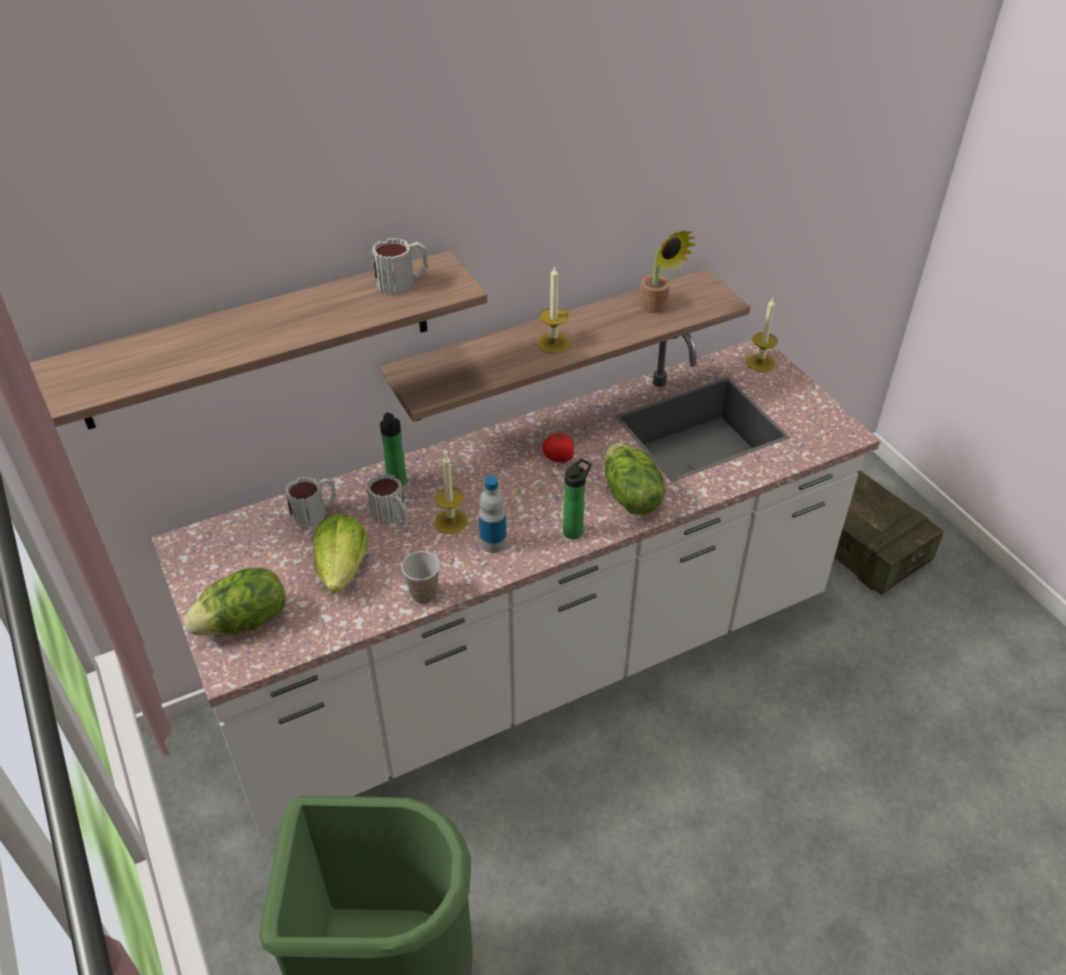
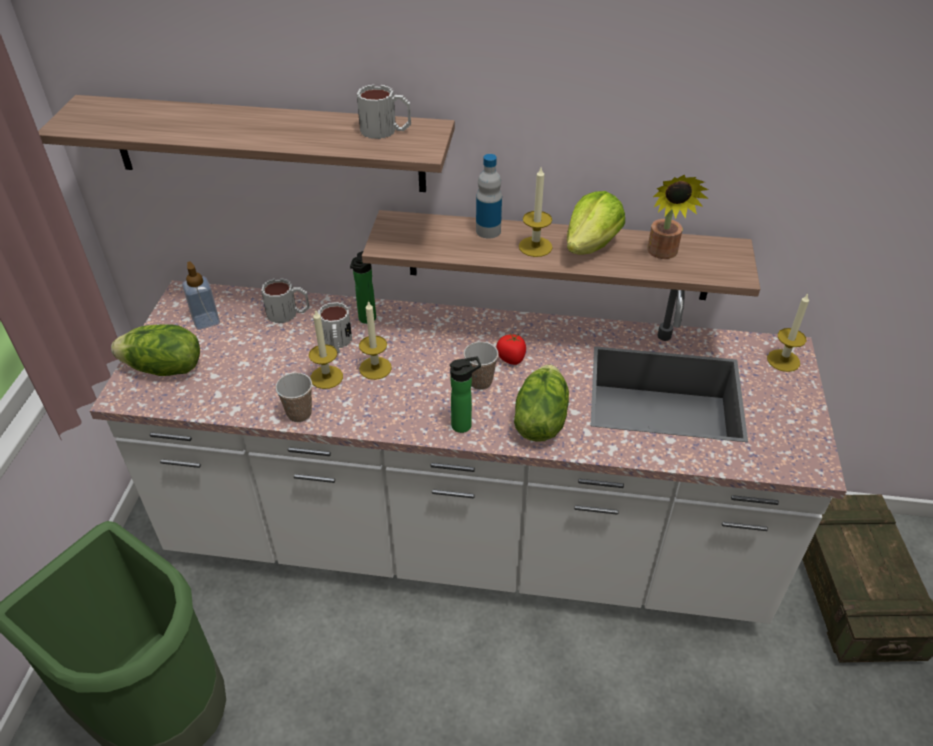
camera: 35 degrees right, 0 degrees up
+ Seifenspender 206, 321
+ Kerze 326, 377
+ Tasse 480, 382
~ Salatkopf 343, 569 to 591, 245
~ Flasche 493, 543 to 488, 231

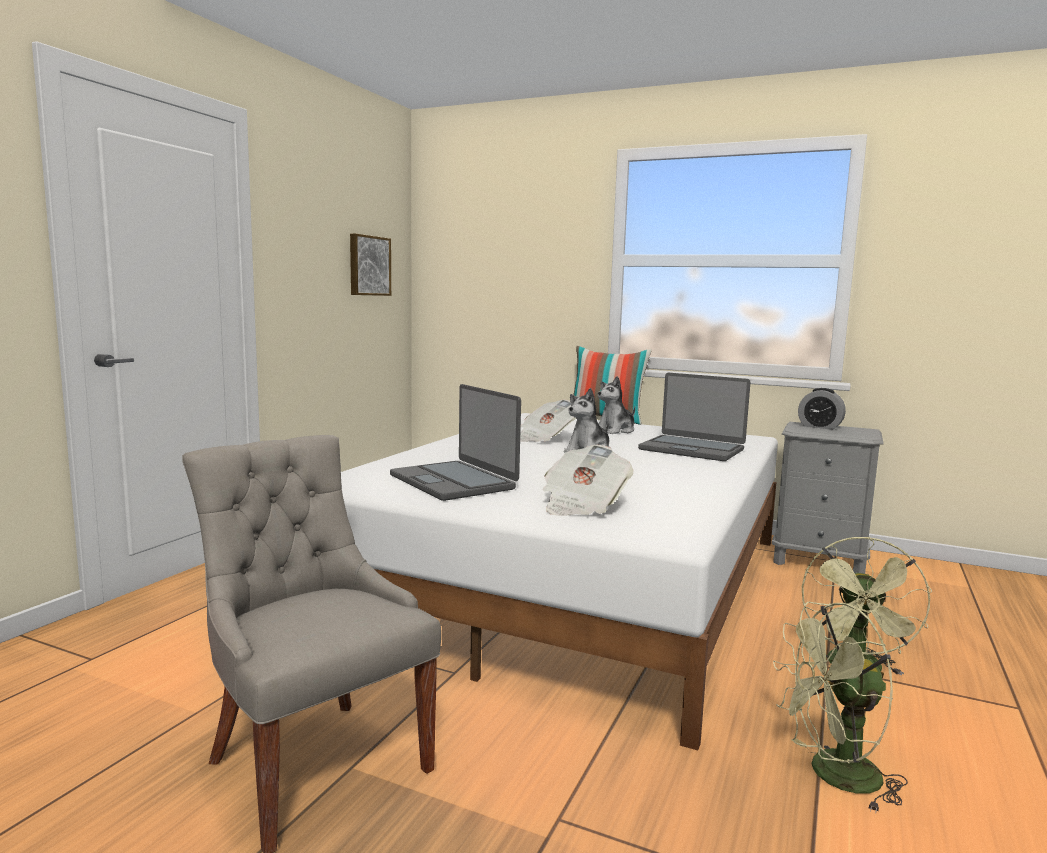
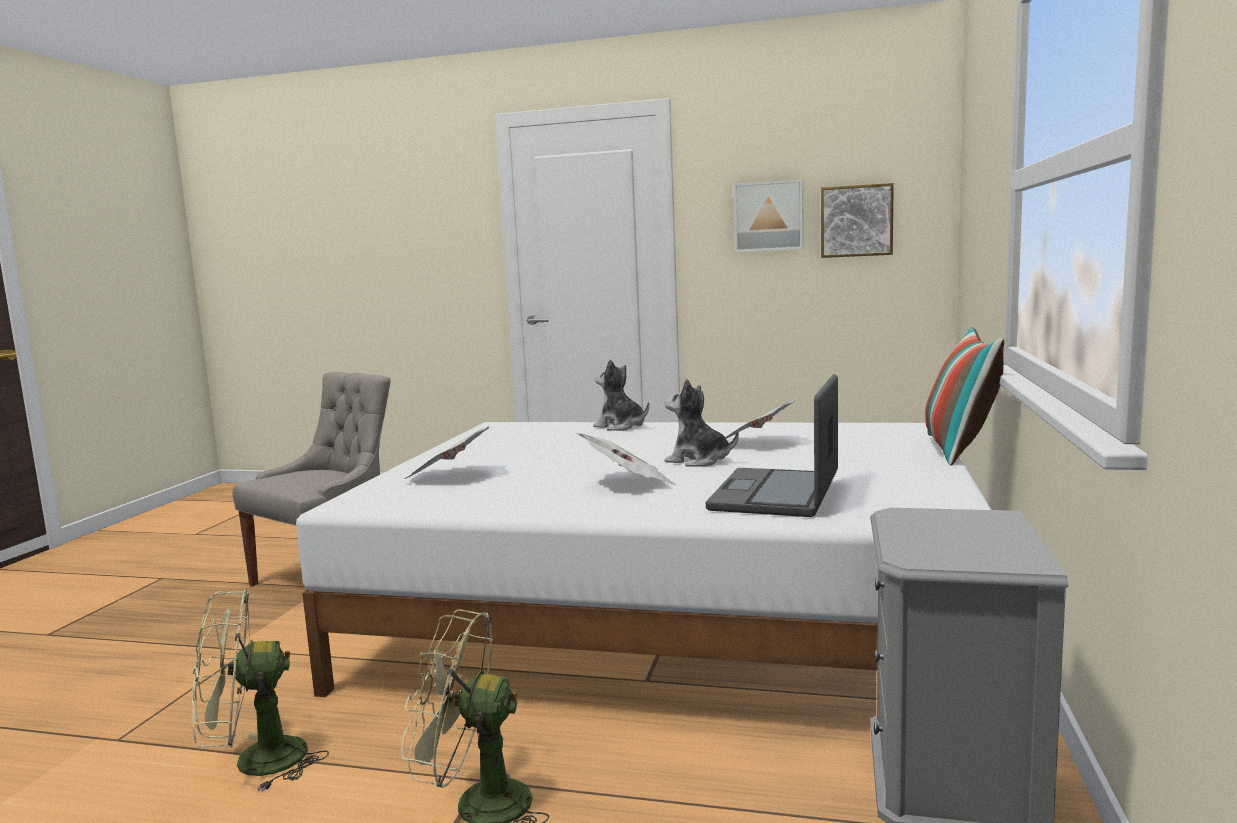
camera: 80 degrees right, 0 degrees up
- Laptop 454, 482
- Wecker 820, 427
+ Zeitung 628, 484
+ Bild 768, 216
~ Plüschtier 616, 430 to 620, 427
~ Ventilator [grün] 833, 776 = 255, 763 90 degrees counterclockwise

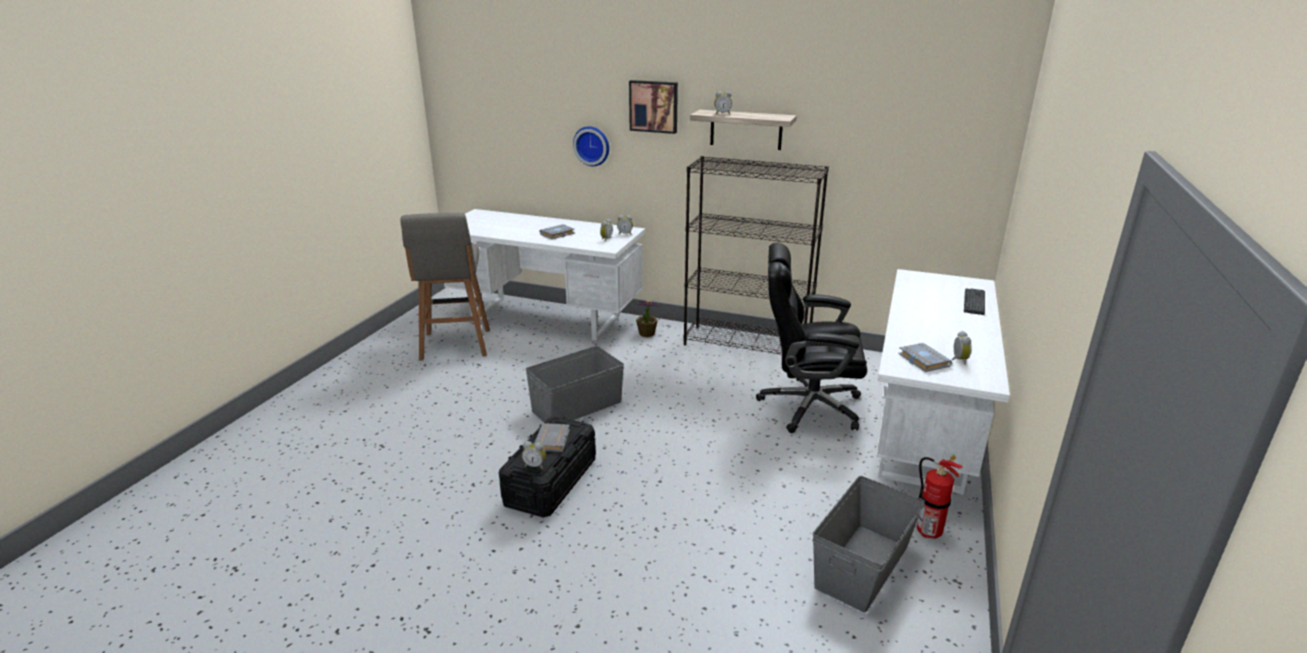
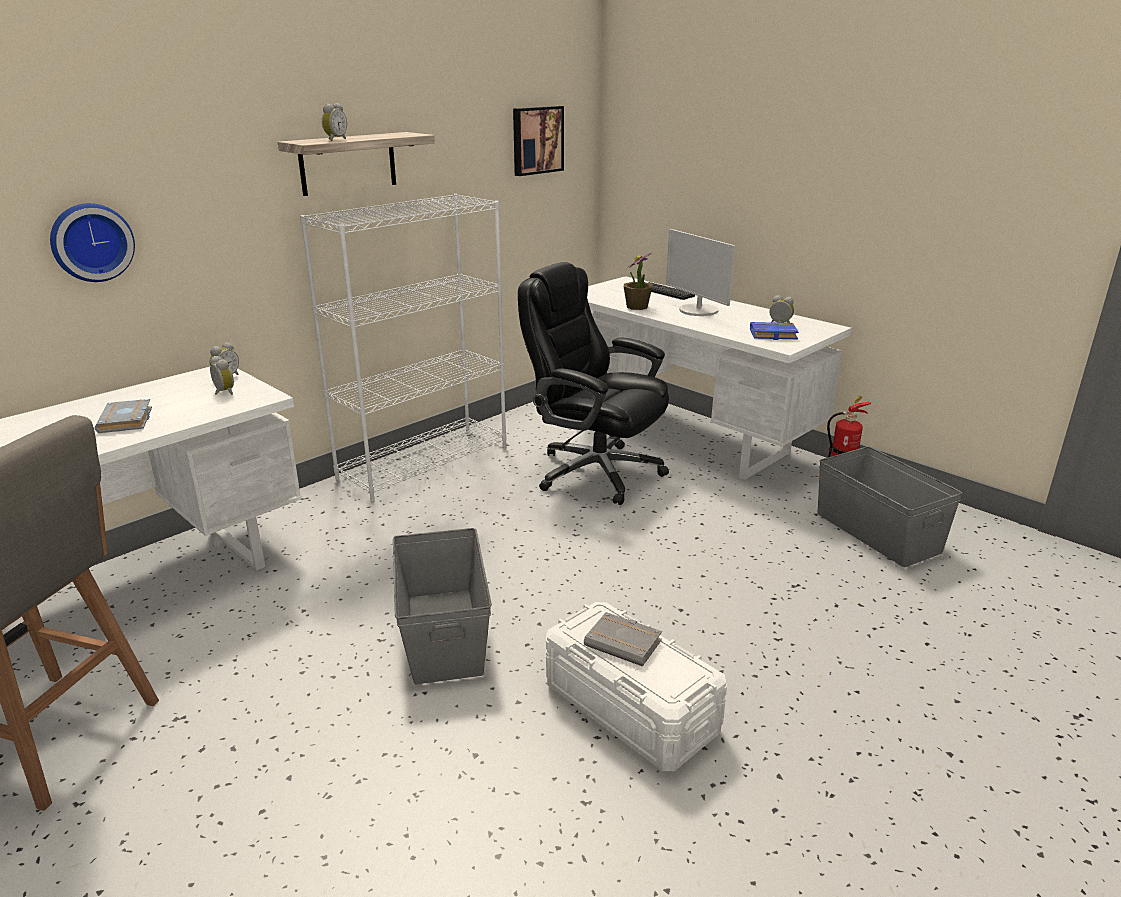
camera: 65 degrees left, 0 degrees up
- Wecker 535, 466
+ Monitor 698, 310
~ Bild 654, 106 to 536, 140
~ Topfpflanze 646, 333 to 637, 307
~ Aufbewahrungsbox [schwarz] 551, 482 to Aufbewahrungsbox [weiß] 630, 707
~ Bücherregal [schwarz] 747, 344 to Bücherregal [weiß] 424, 462
~ Buch [grau] 922, 360 to Buch [blau] 772, 335
~ Bürostuhl [schwarz] 808, 406 = 595, 472 90 degrees clockwise

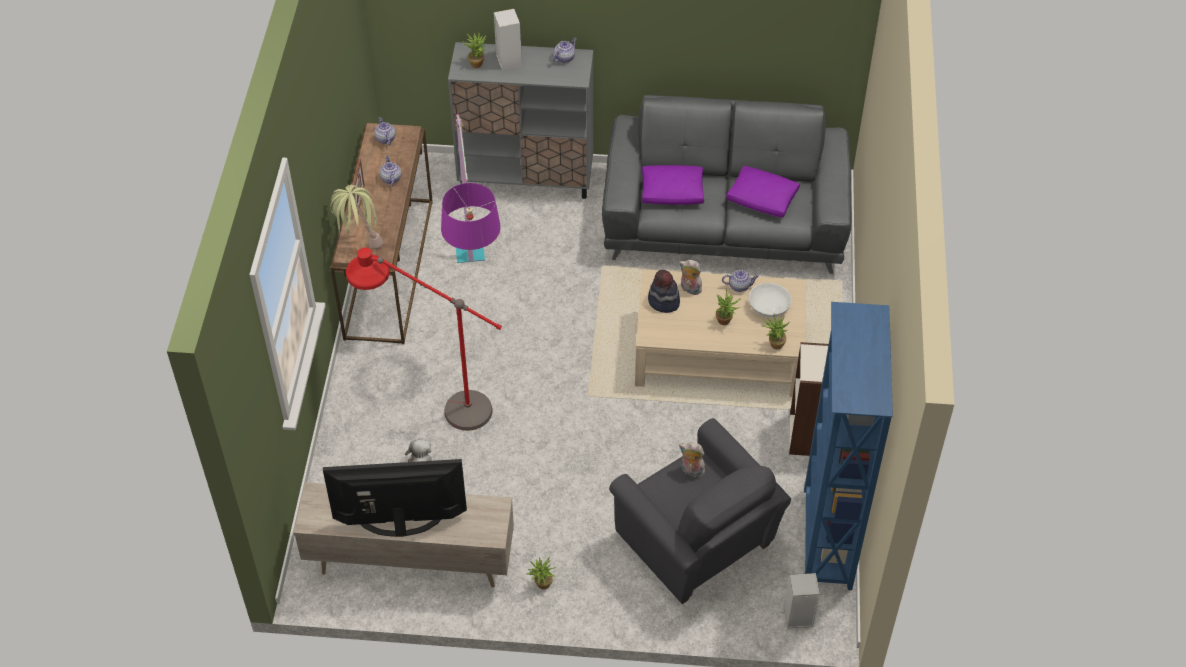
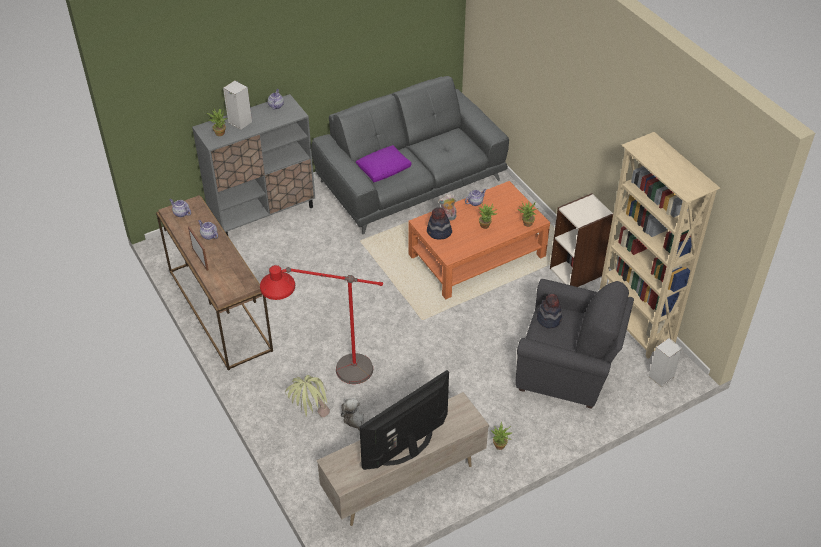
camera: 35 degrees left, 5 degrees down
- Stehlampe 475, 305
- Kissen [lila] 762, 199
- Schüssel [weiß] 769, 307
~ Topfpflanze 359, 243 to 310, 418
~ Plüschtier 691, 471 to Hut 549, 319
~ Couchtisch [beige] 719, 353 to Couchtisch [orange] 477, 255
~ Bücherregal [blau] 826, 539 to Bücherregal [beige] 634, 325

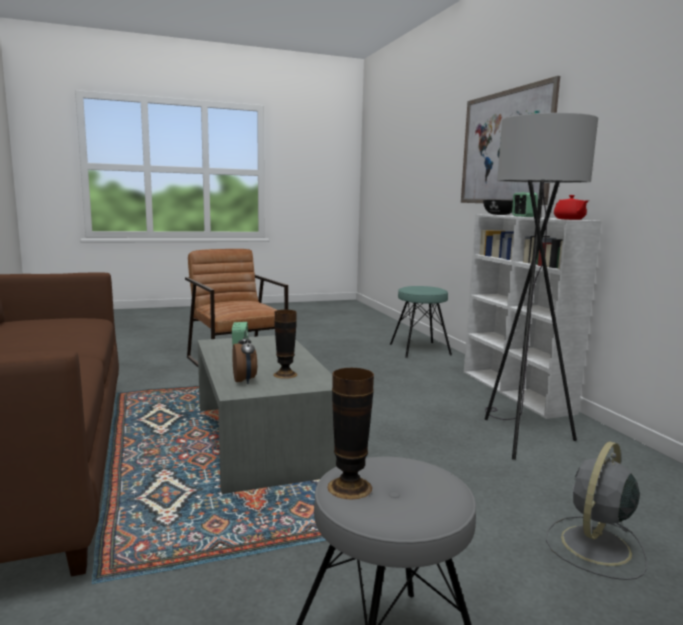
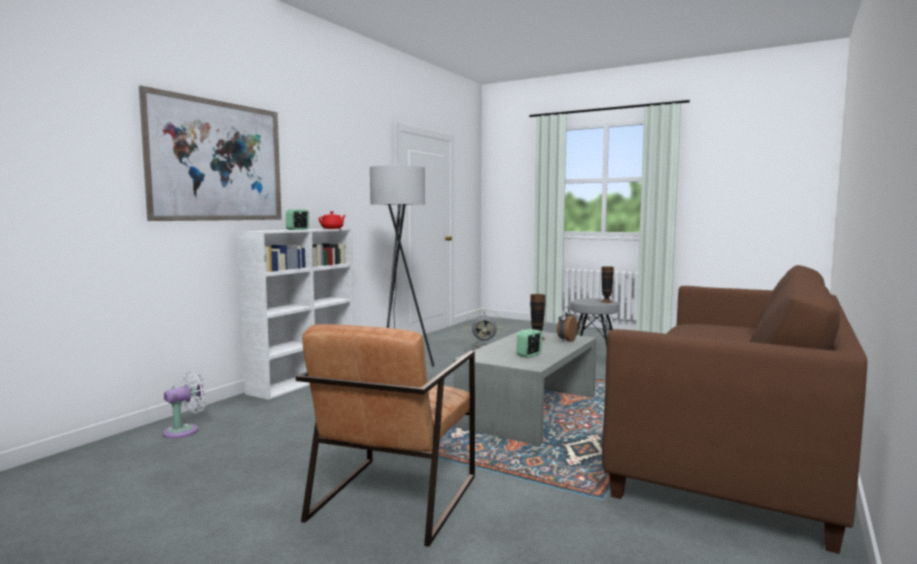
camera: 130 degrees left, 5 degrees down
- Schüssel [schwarz] 499, 214
~ Hocker [türkis] 419, 349 to Ventilator [weiß] 185, 431

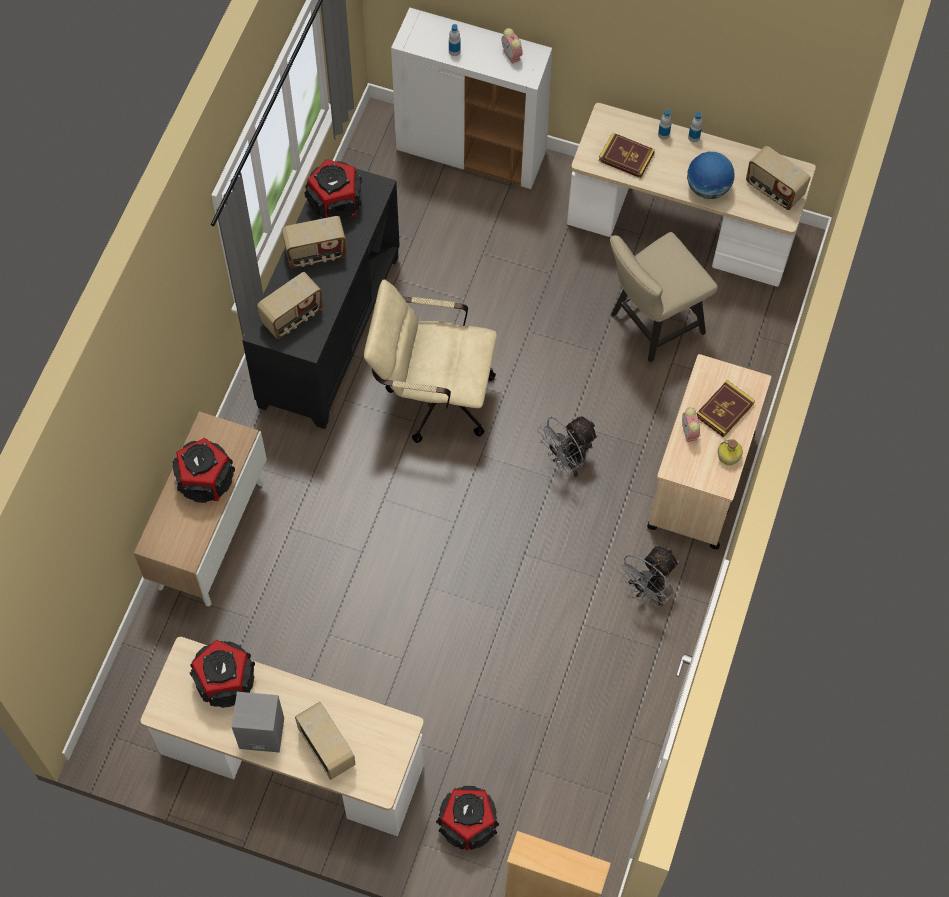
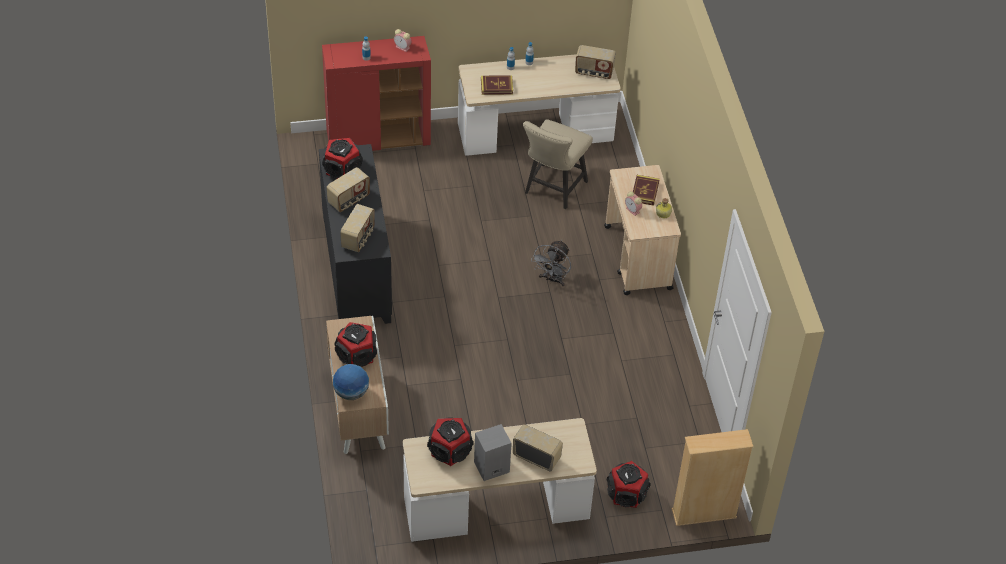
camera: 30 degrees left, 15 degrees down
- Bürostuhl [beige] 432, 395
- Ventilator [grau] 647, 591
~ Globus 708, 188 to 351, 393
~ Schrank [weiß] 472, 151 to Schrank [rot] 378, 138

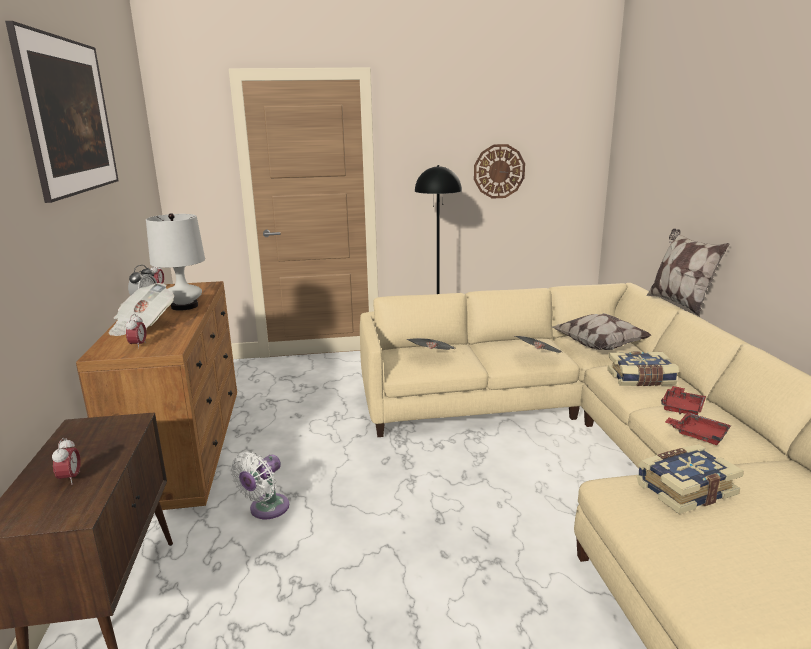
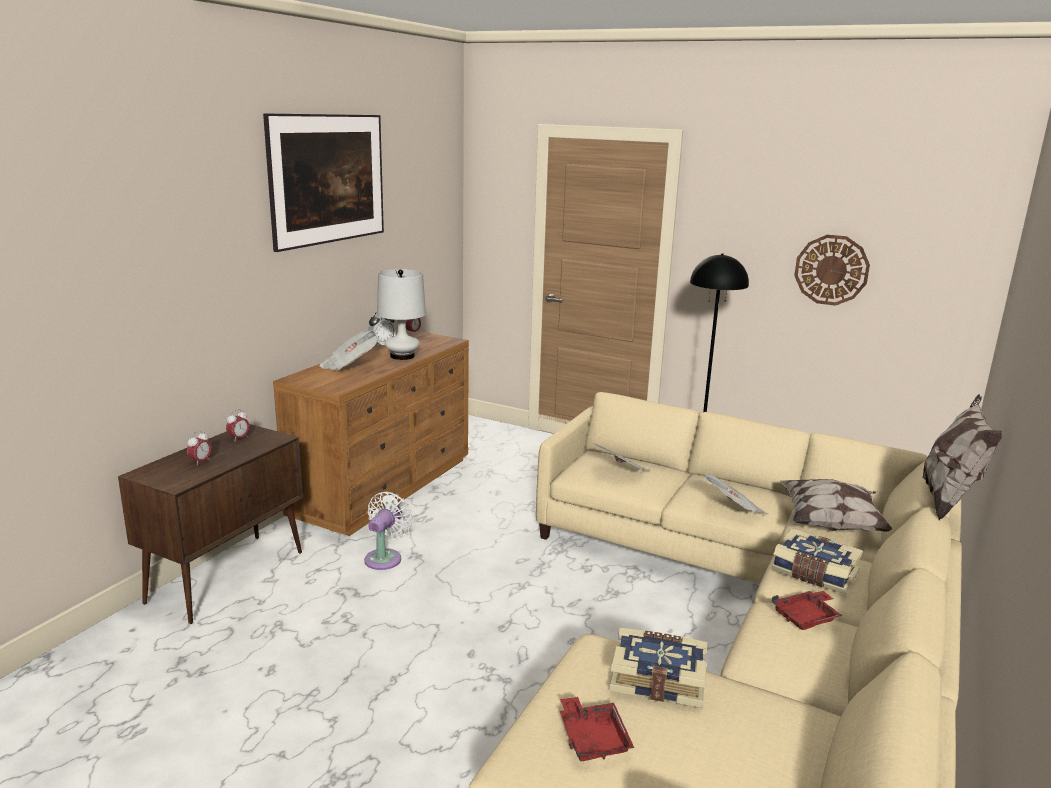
camera: 35 degrees right, 0 degrees up
~ Wecker 138, 345 to 239, 438
~ Tablett [rot] 698, 434 to 593, 738
~ Ventilator [weiß] 266, 509 = 385, 557 135 degrees clockwise

